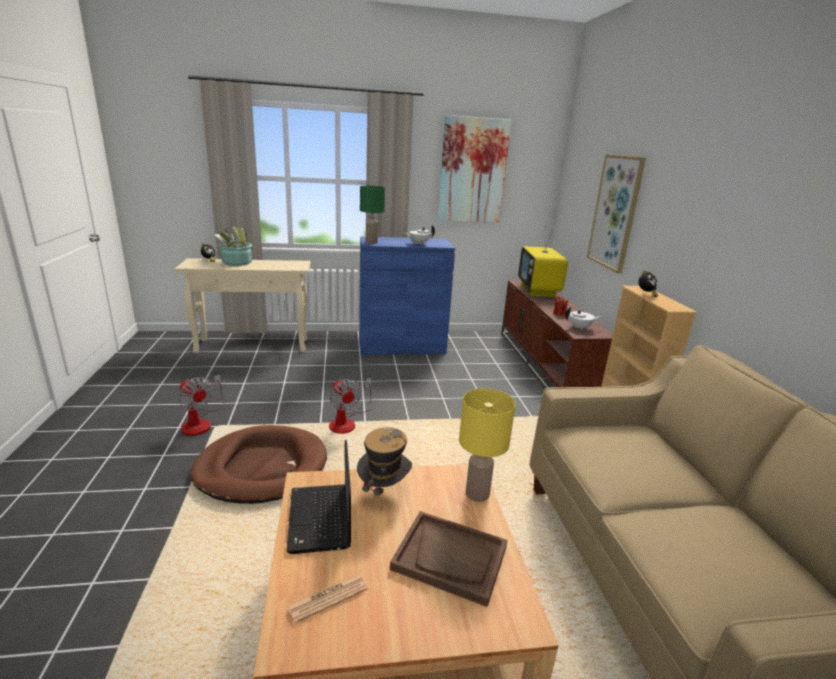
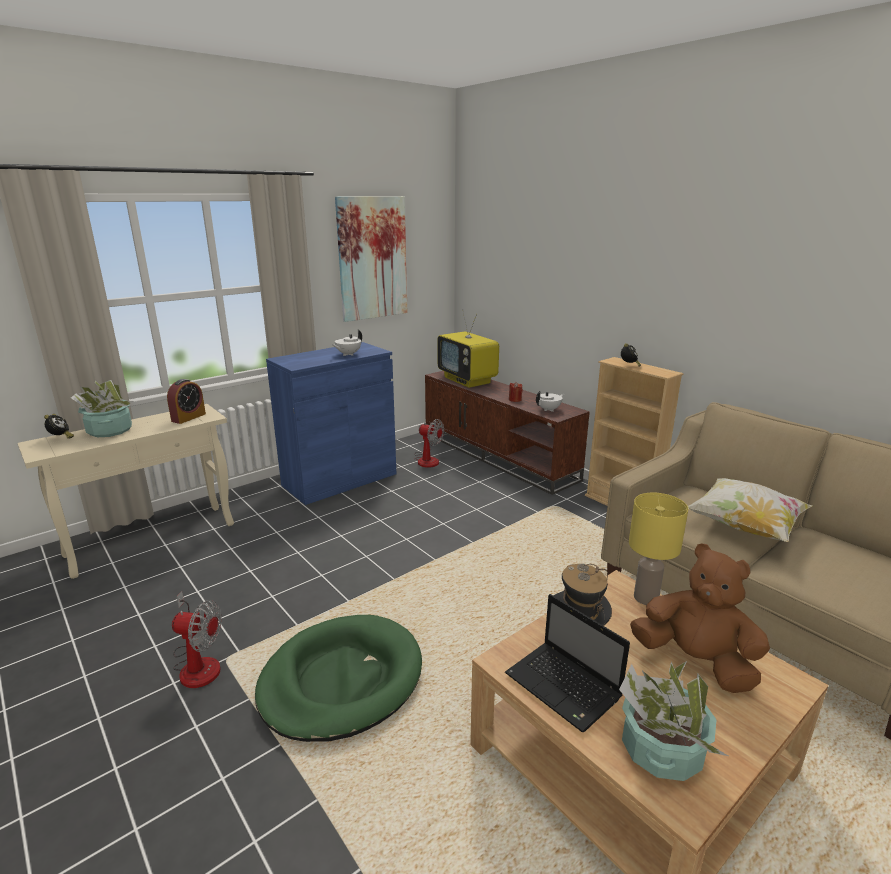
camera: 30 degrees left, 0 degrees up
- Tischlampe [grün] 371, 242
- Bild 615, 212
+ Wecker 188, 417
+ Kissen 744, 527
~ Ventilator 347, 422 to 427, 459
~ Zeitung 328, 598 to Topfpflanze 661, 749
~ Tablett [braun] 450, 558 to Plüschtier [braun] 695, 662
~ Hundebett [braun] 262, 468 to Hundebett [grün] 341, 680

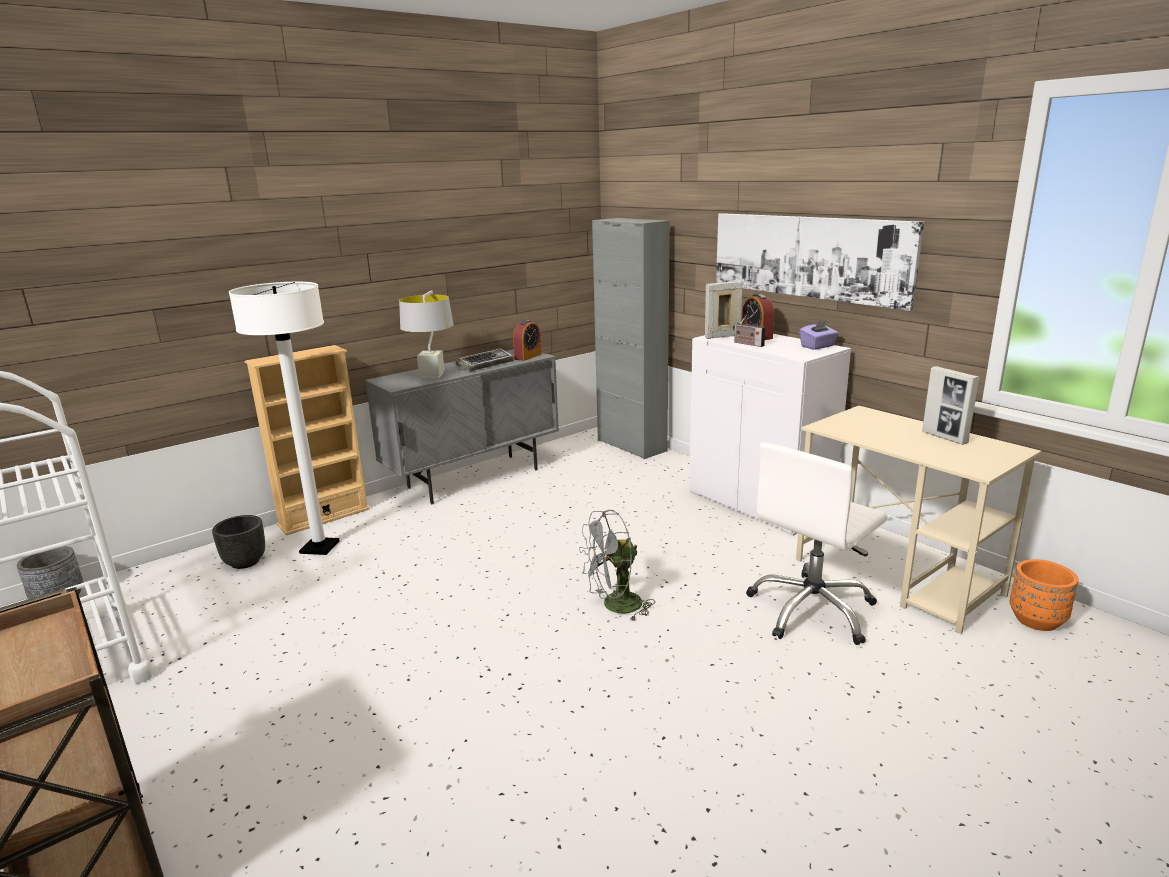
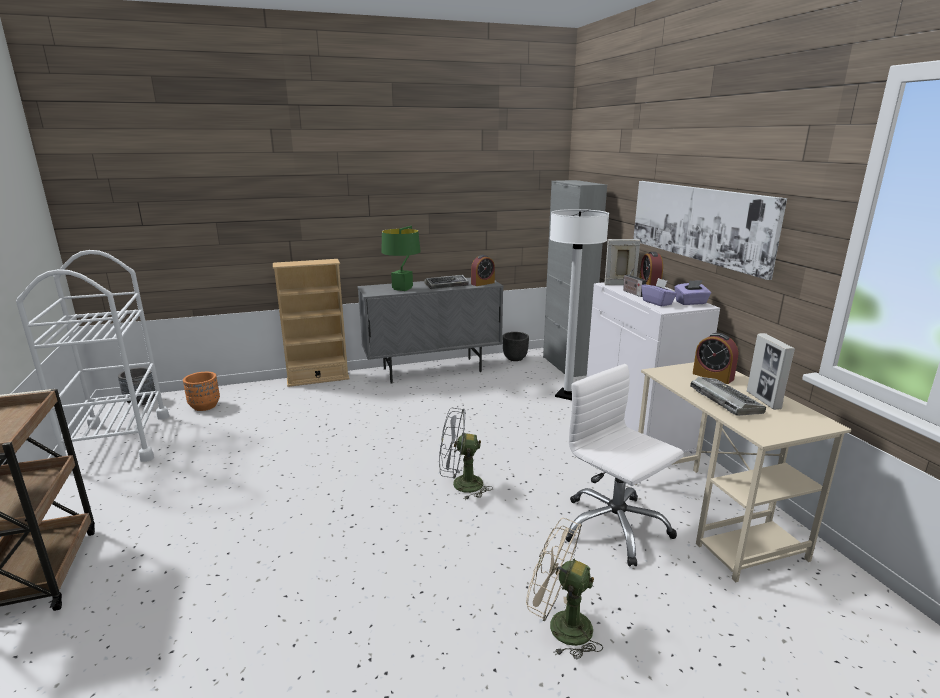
camera: 20 degrees right, 0 degrees up
+ Ventilator [beige] 560, 626
+ Taschentuchbox [lila] 657, 302
+ Tastatur 724, 401
+ Wecker 713, 376
~ Pflanzkübel [schwarz] 246, 562 to 515, 358
~ Stehlampe [weiß] 319, 547 to 567, 395
~ Pflanzkübel [orange] 1036, 620 to 205, 406
~ Tischlampe [grau] 432, 375 to Tischlampe [grün] 402, 288
~ Bürostuhl [weiß] 812, 610 = 614, 527 75 degrees clockwise

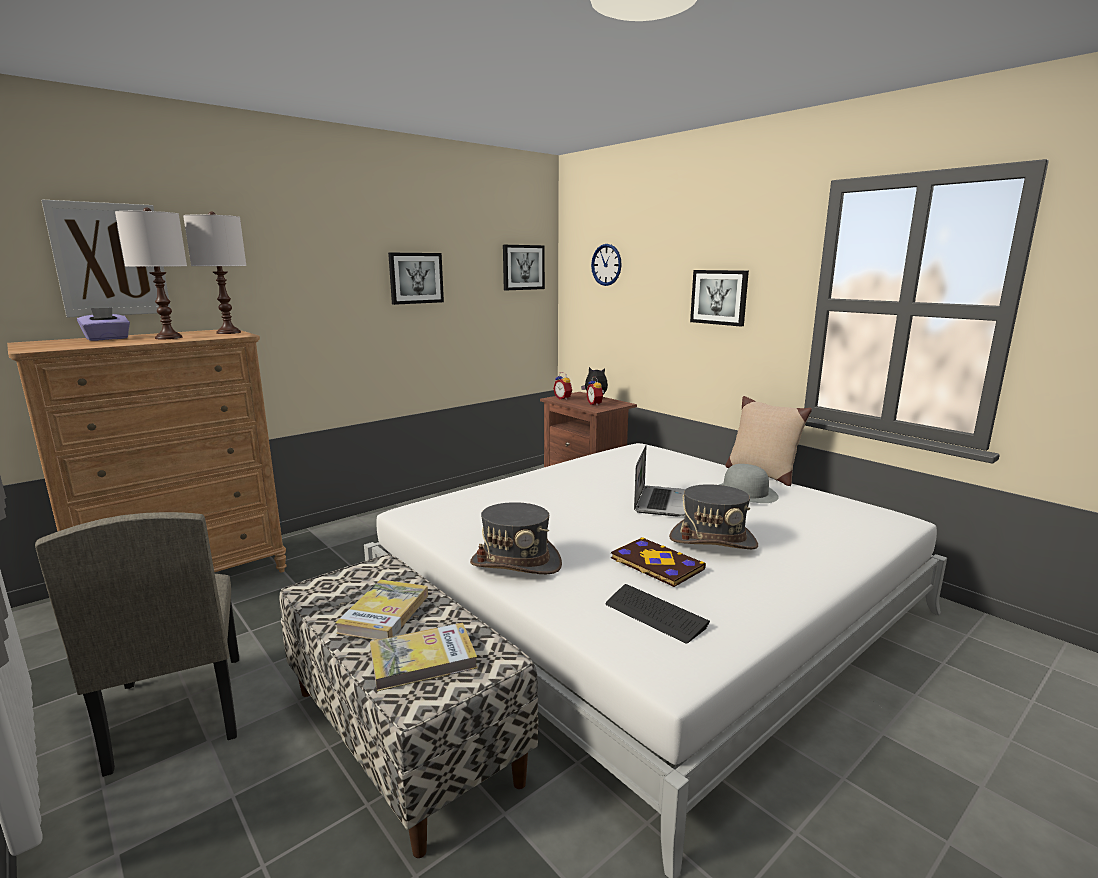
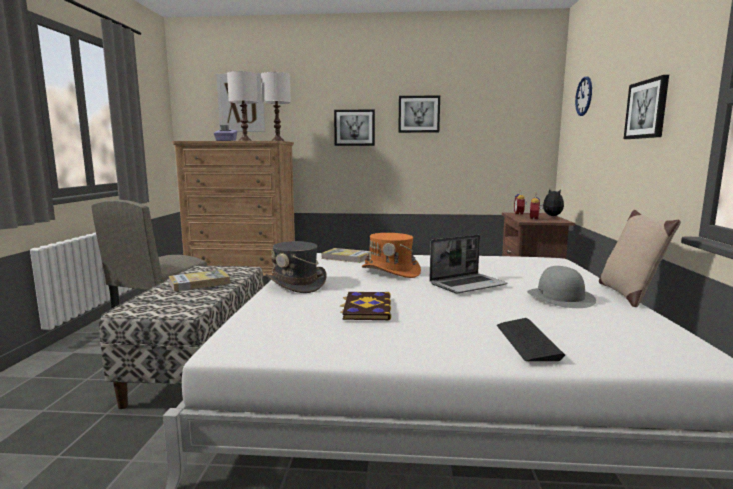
camera: 45 degrees right, 5 degrees down
- Hut [grau] 713, 540
+ Hut [orange] 391, 272
~ Buch 423, 660 to 346, 257
~ Bild 523, 267 to 354, 127
~ Tastatur 655, 615 to 527, 341

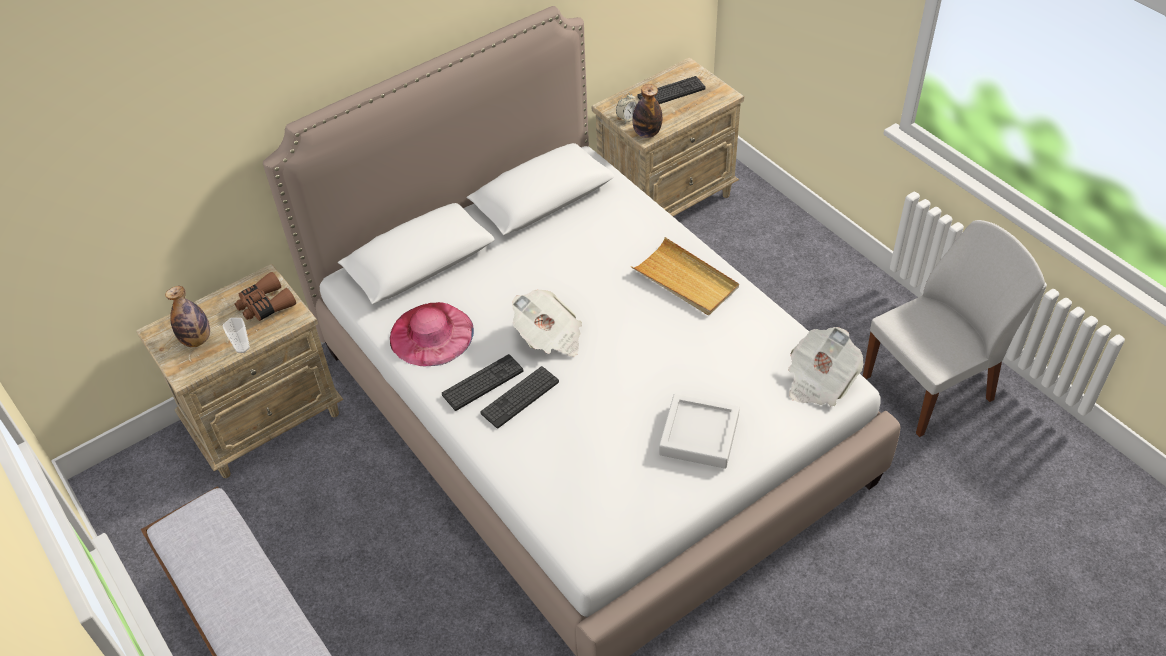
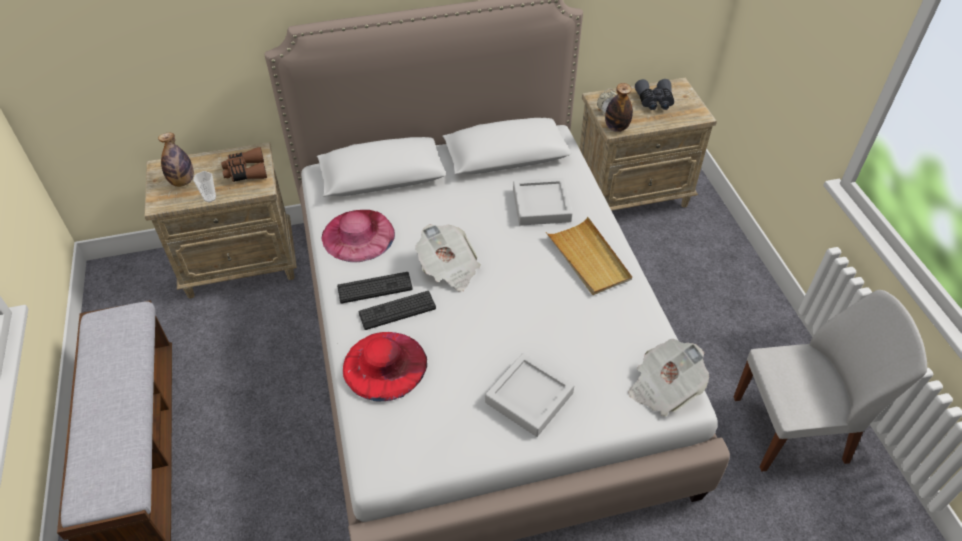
camera: 20 degrees right, 0 degrees up
+ Hut [rot] 384, 365
+ Tablett [grau] 541, 206
~ Tastatur 671, 92 to Fernglas [grau] 654, 101

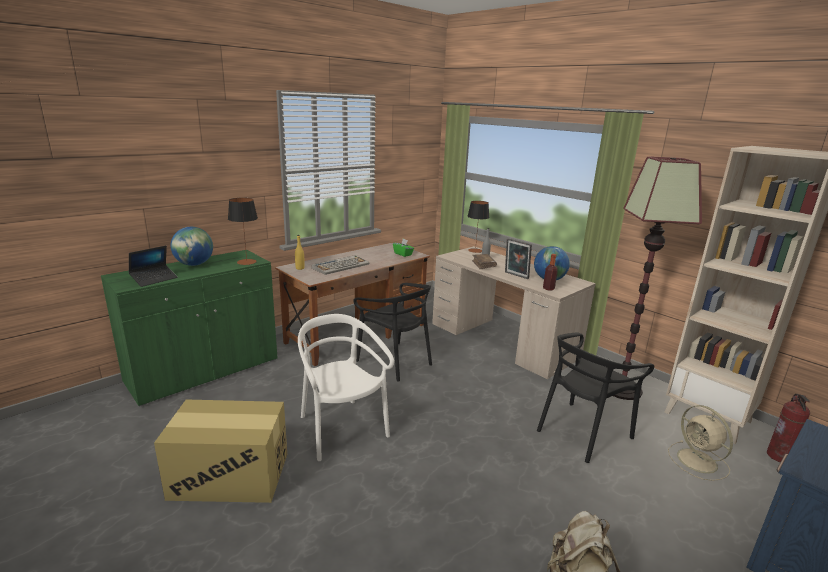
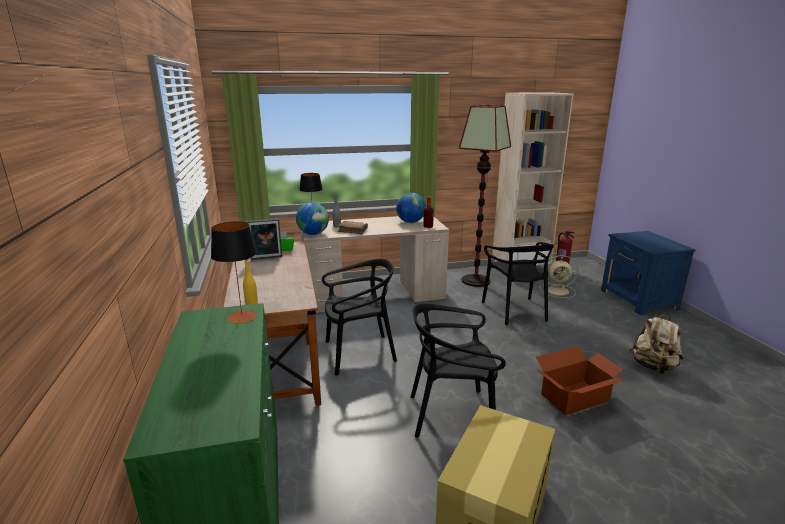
camera: 60 degrees left, 0 degrees up
- Laptop 154, 279
- Tastatur 341, 266
+ Karton 576, 398
~ Globus 194, 264 to 313, 234
~ Bilderrahmen 515, 275 to 266, 258
~ Stuhl [weiß] 341, 428 to Stuhl [schwarz] 452, 415

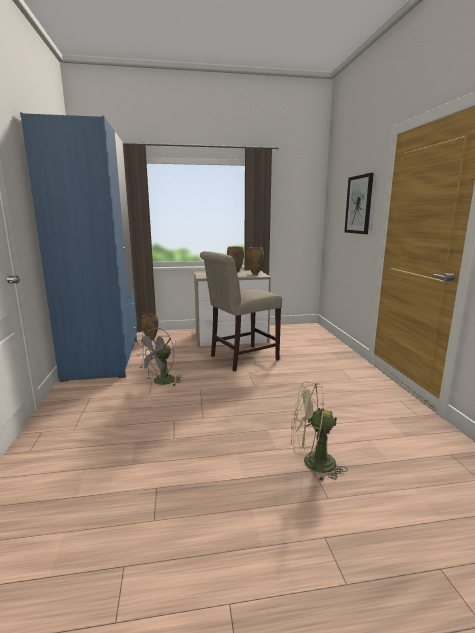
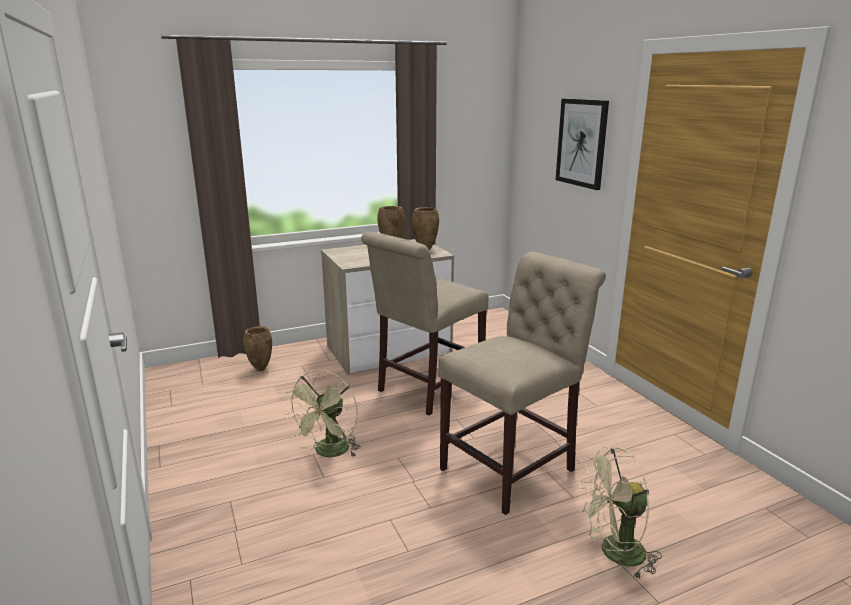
camera: 15 degrees left, 5 degrees up
- Kleiderschrank [blau] 104, 358
+ Stuhl [beige] 513, 467
~ Ventilator [grau] 161, 382 to Ventilator [grün] 329, 453

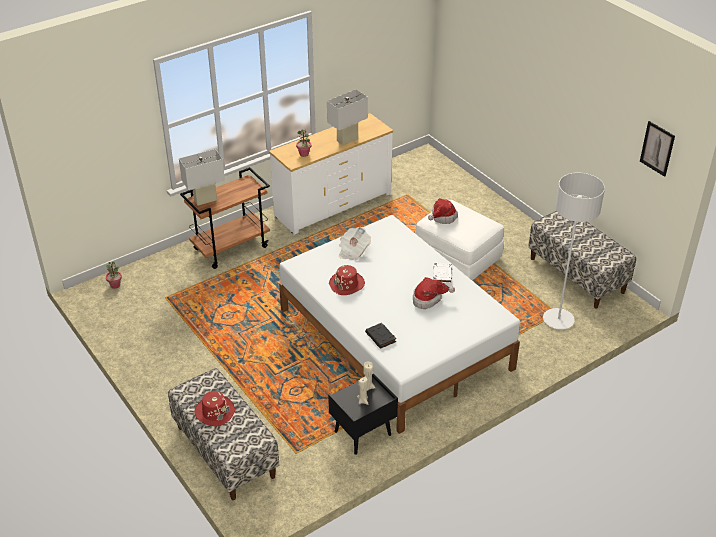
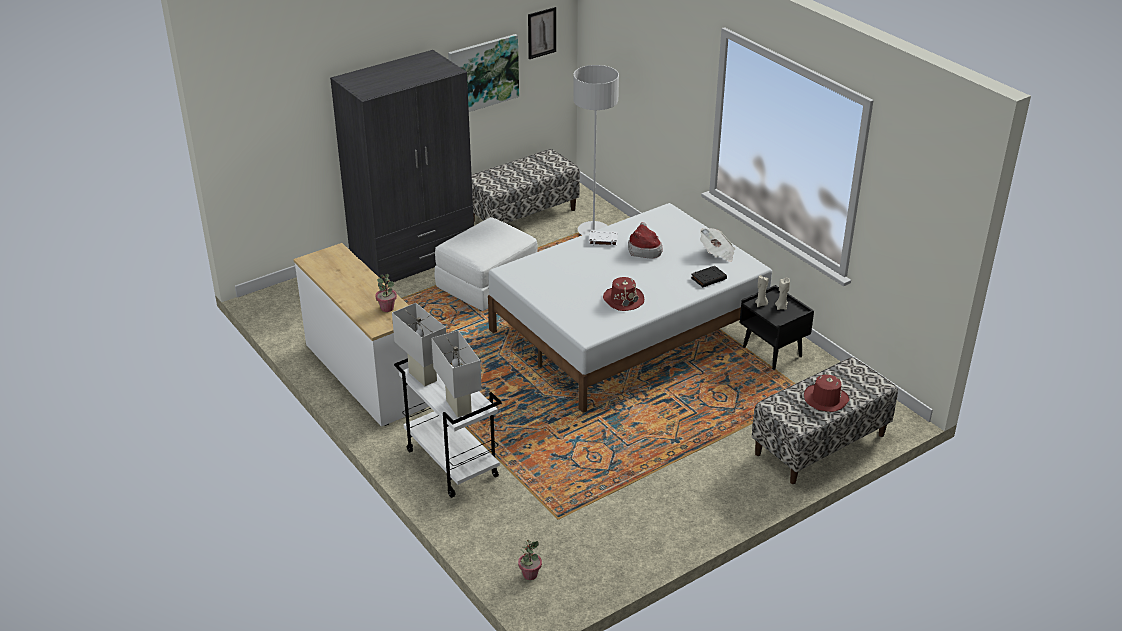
camera: 90 degrees left, 5 degrees down
- Hut 442, 217
+ Kleiderschrank [grau] 413, 257
+ Bild 483, 74
~ Tischlampe [weiß] 347, 140 to 423, 377
~ Zeitung 353, 251 to 717, 253
~ Rollwagen [braun] 231, 247 to Rollwagen [weiß] 450, 463

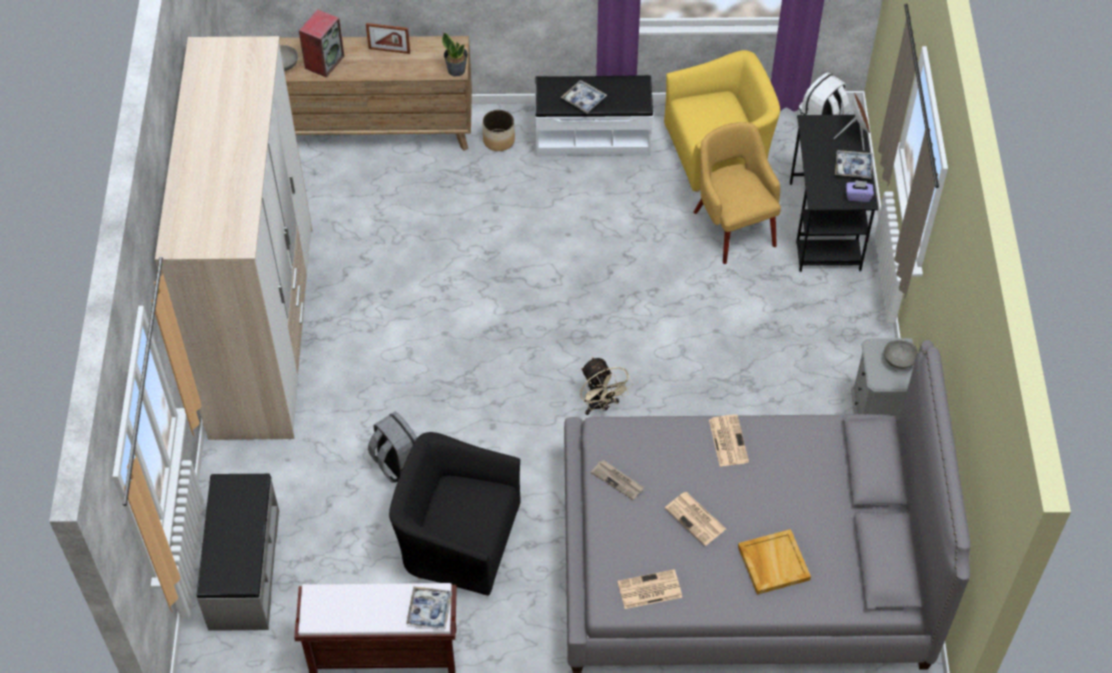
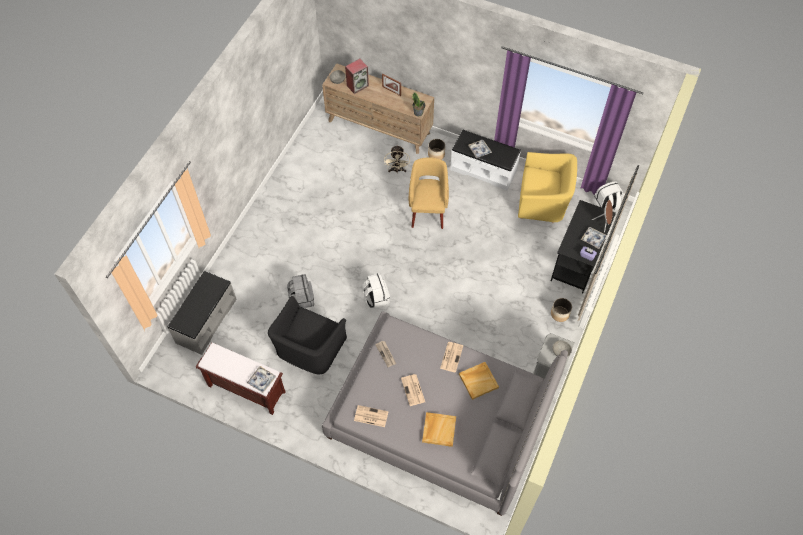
camera: 25 degrees right, 5 degrees up
- Kleiderschrank 263, 330
+ Rucksack [weiß] 376, 298
+ Tablett [beige] 478, 380
+ Pflanzkübel 560, 314
~ Ventilator [beige] 601, 405 to 397, 170
~ Sessel [gelb] 733, 226 to 428, 210
~ Sessel [schwarz] 458, 539 = 309, 348 105 degrees counterclockwise

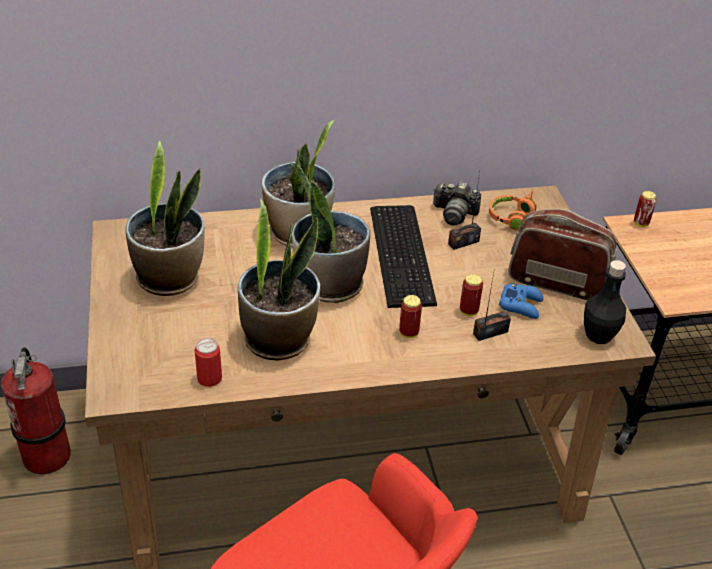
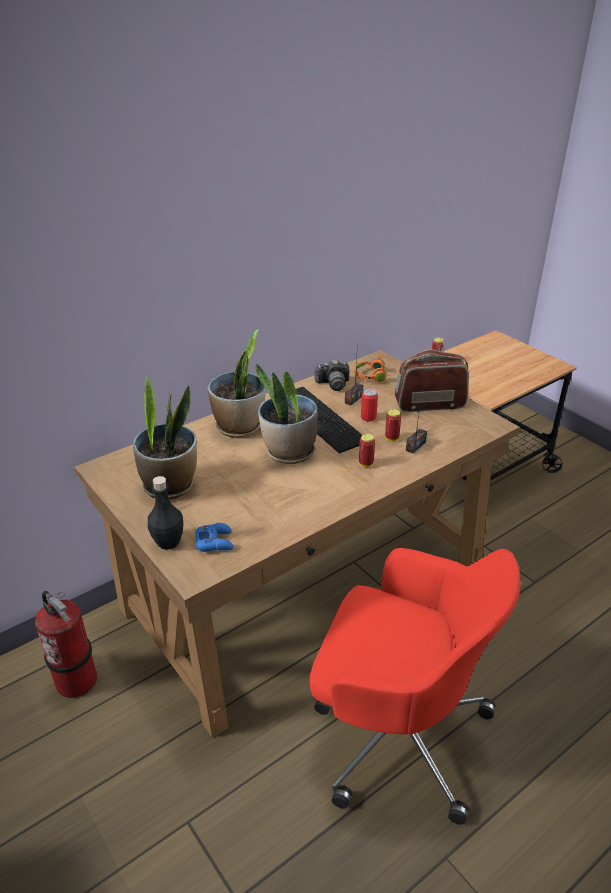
camera: 25 degrees left, 5 degrees down
- Topfpflanze 279, 339
~ Dose 209, 378 to 368, 417
~ Gamepad [blau] 521, 305 to 215, 542
~ Flasche [schwarz] 598, 335 to 168, 542

